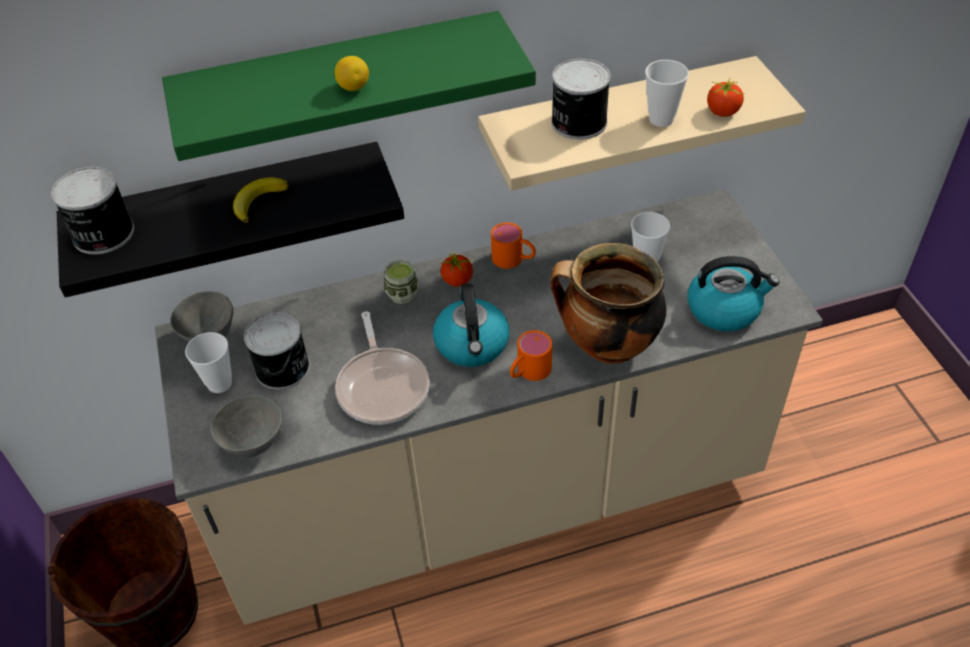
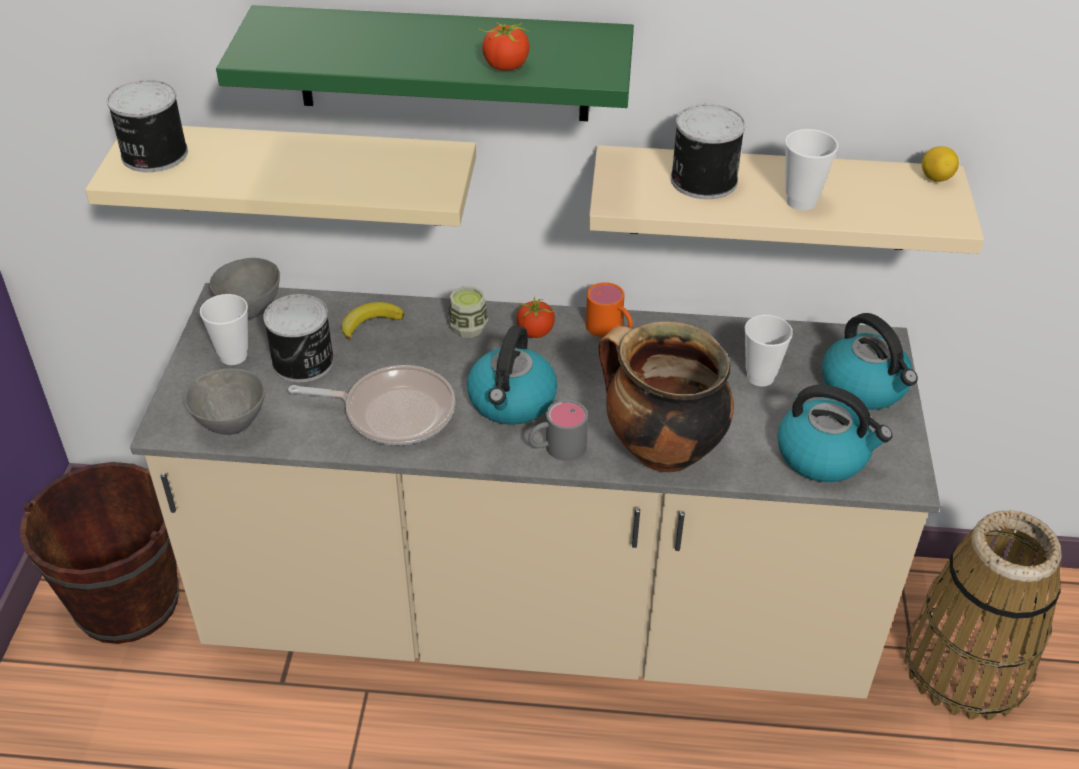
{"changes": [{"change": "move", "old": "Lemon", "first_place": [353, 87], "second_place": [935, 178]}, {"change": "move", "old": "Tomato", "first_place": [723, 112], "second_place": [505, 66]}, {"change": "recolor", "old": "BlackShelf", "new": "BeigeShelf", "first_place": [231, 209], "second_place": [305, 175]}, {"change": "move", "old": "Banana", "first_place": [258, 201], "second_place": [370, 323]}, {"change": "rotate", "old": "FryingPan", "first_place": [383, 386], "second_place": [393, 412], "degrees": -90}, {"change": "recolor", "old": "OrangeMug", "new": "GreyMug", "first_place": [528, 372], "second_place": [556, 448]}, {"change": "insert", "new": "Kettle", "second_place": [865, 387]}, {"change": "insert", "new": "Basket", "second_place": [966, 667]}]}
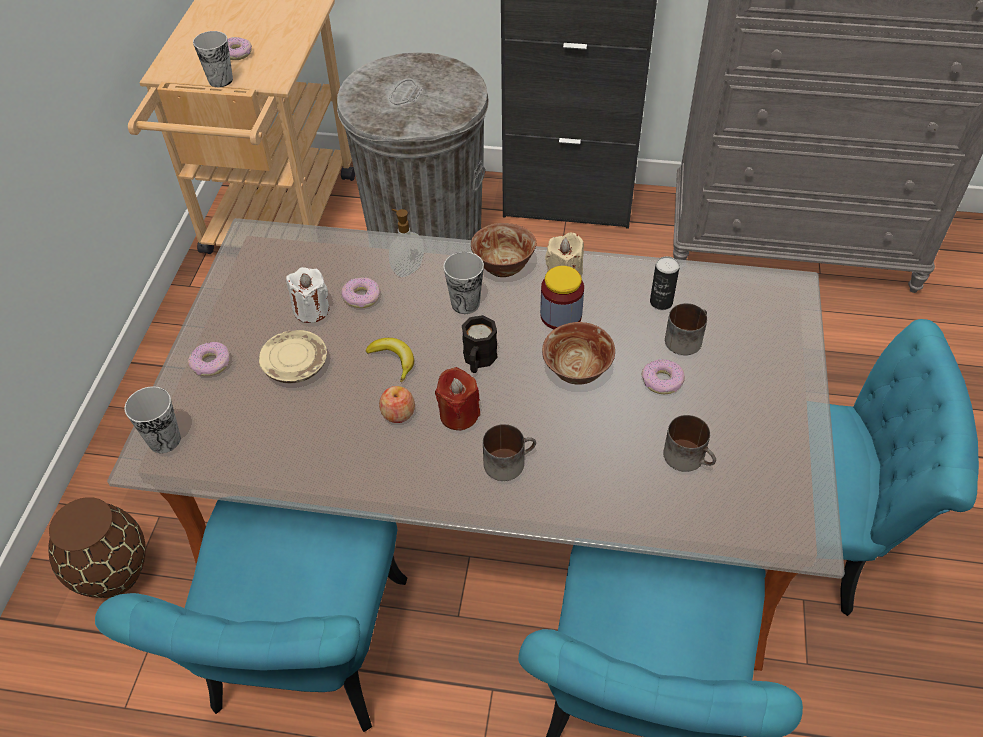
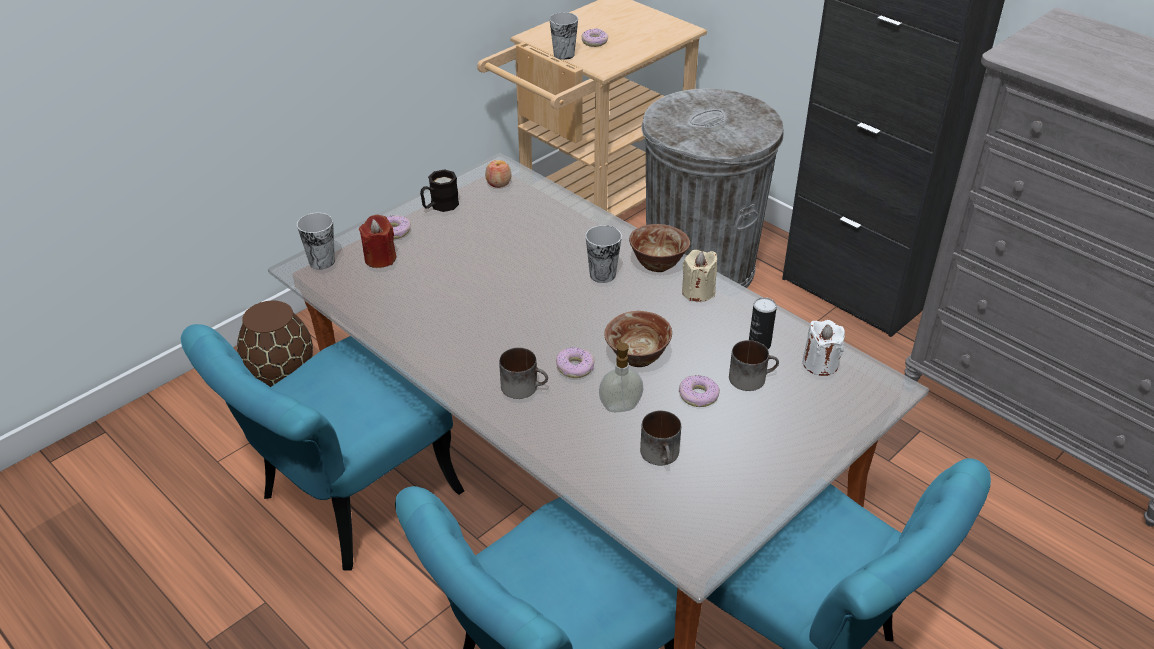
{"changes": [{"change": "move", "old": "SoapDispenser", "first_place": [407, 269], "second_place": [620, 406]}, {"change": "delete", "old": "Jar", "first_place": [561, 315]}, {"change": "move", "old": "WhiteCandle", "first_place": [311, 310], "second_place": [820, 364]}, {"change": "move", "old": "Donut", "first_place": [361, 297], "second_place": [575, 367]}, {"change": "move", "old": "BlackMug", "first_place": [478, 360], "second_place": [439, 206]}, {"change": "delete", "old": "BeigePlate", "first_place": [295, 365]}, {"change": "delete", "old": "Banana", "first_place": [393, 360]}, {"change": "move", "old": "RedCandle", "first_place": [459, 414], "second_place": [380, 258]}, {"change": "move", "old": "Apple", "first_place": [398, 413], "second_place": [498, 183]}]}
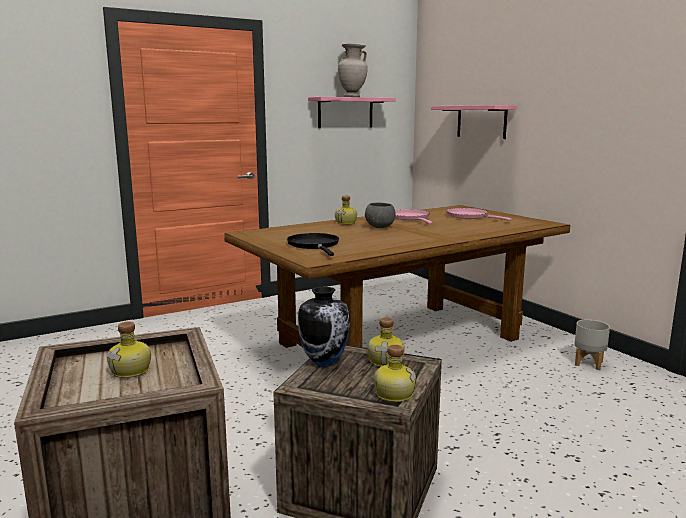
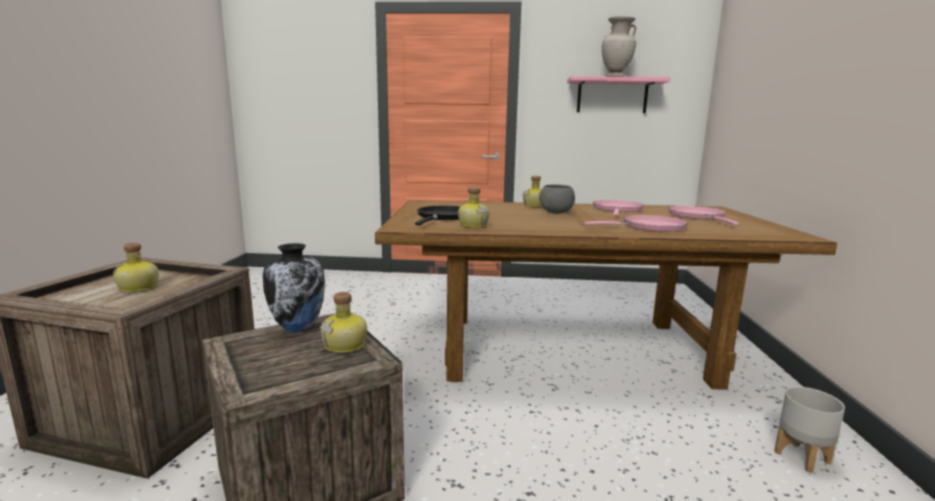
{"changes": [{"change": "delete", "old": "PinkShelf", "first_place": [481, 121]}, {"change": "move", "old": "Bottle", "first_place": [393, 394], "second_place": [473, 225]}, {"change": "insert", "new": "PinkFryingPan", "second_place": [649, 227]}]}
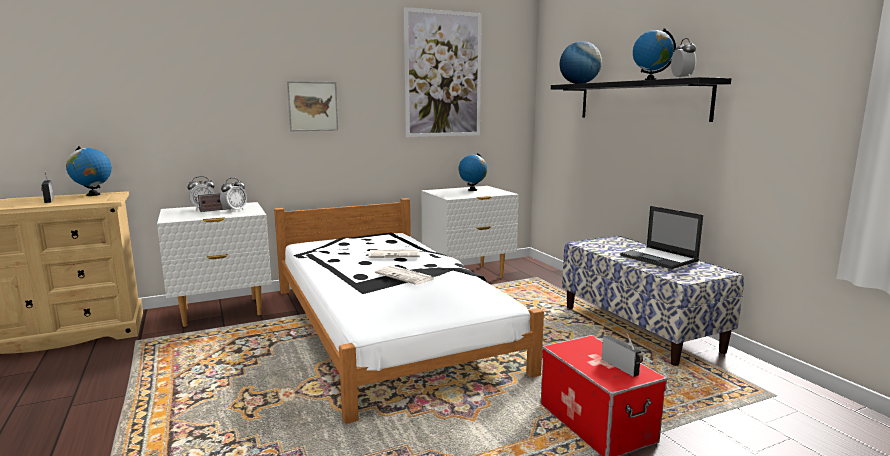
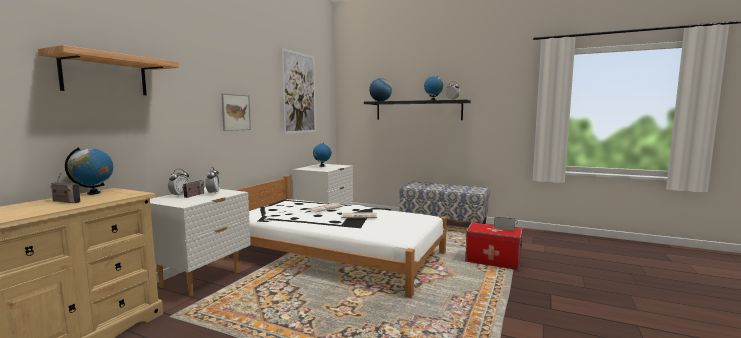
{"changes": [{"change": "delete", "old": "Laptop", "first_place": [659, 258]}, {"change": "insert", "new": "Shelf", "second_place": [105, 75]}]}
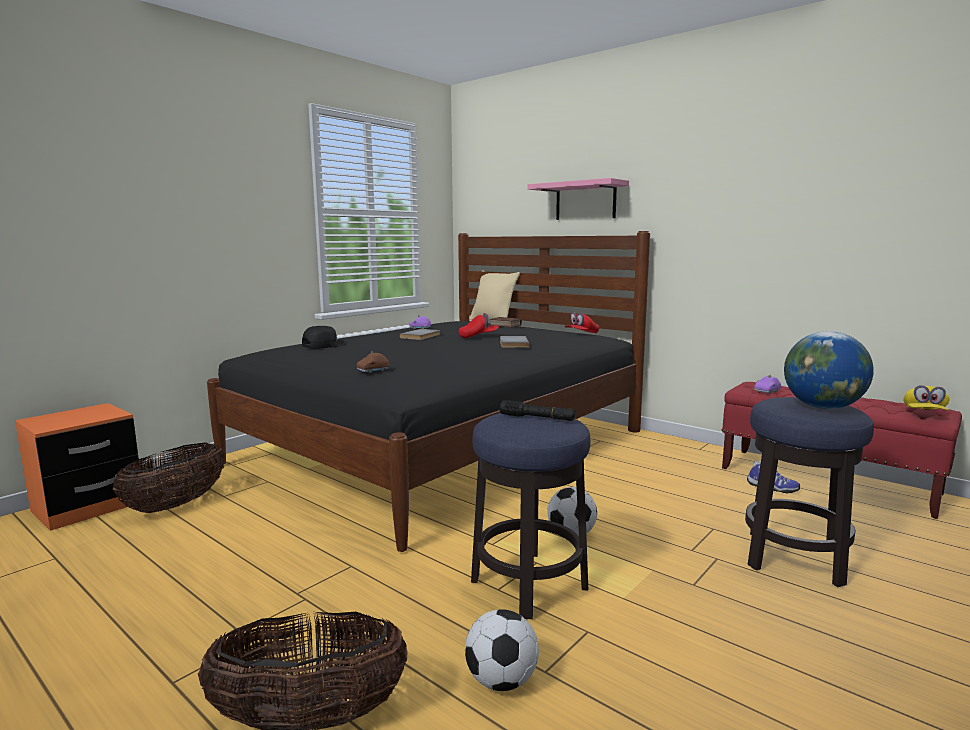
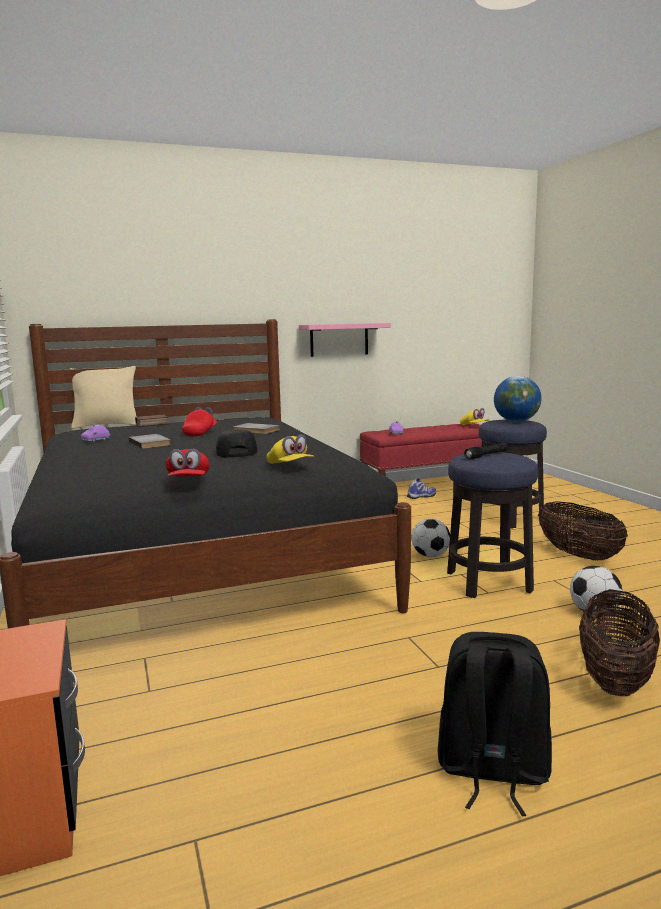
{"changes": [{"change": "move", "old": "PinkShelf", "first_place": [585, 201], "second_place": [339, 339]}, {"change": "move", "old": "RedCap", "first_place": [581, 334], "second_place": [188, 482]}, {"change": "move", "old": "BlackCap", "first_place": [324, 344], "second_place": [235, 452]}, {"change": "replace", "old": "BrownToyCar", "new": "YellowCap", "first_place": [373, 371], "second_place": [290, 466]}, {"change": "move", "old": "Basket", "first_place": [176, 505], "second_place": [578, 555]}, {"change": "insert", "new": "BlackBackpack", "second_place": [491, 771]}]}
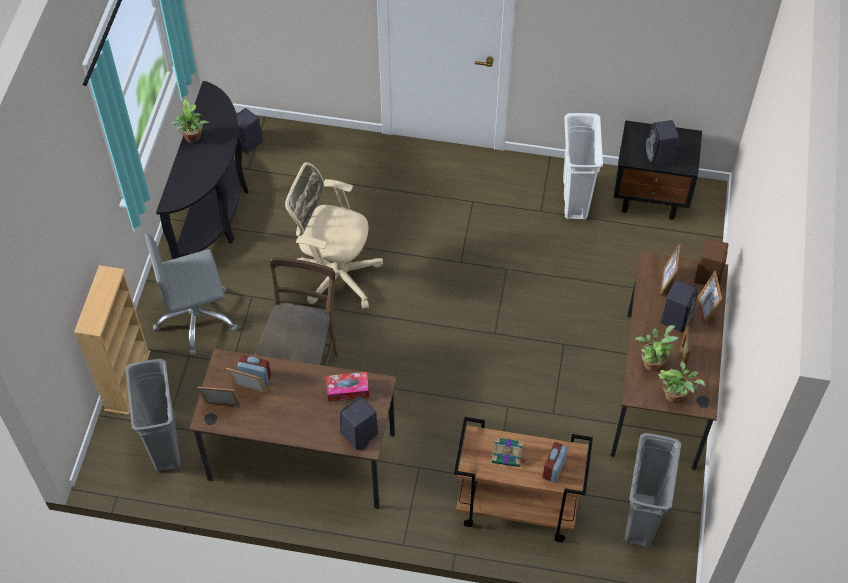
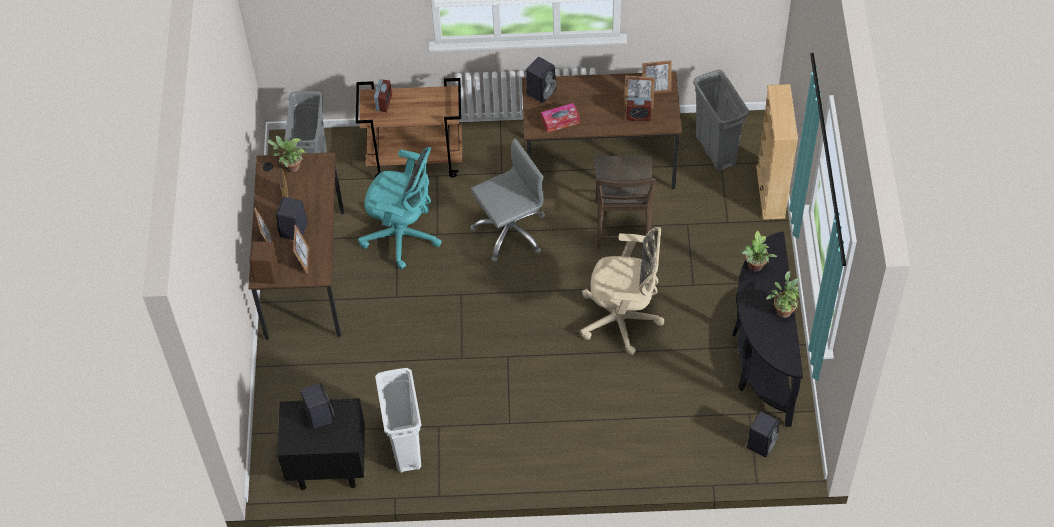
{"changes": [{"change": "move", "old": "GreyOfficeChair", "first_place": [196, 318], "second_place": [510, 231]}, {"change": "move", "old": "PottedPlant", "first_place": [652, 361], "second_place": [755, 267]}, {"change": "delete", "old": "Book", "first_place": [508, 455]}, {"change": "insert", "new": "TurquoiseOfficeChair", "second_place": [403, 236]}]}
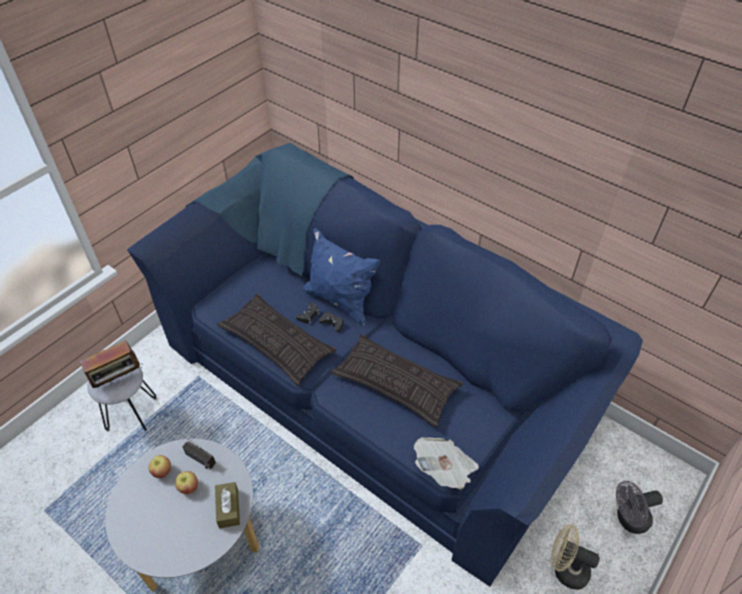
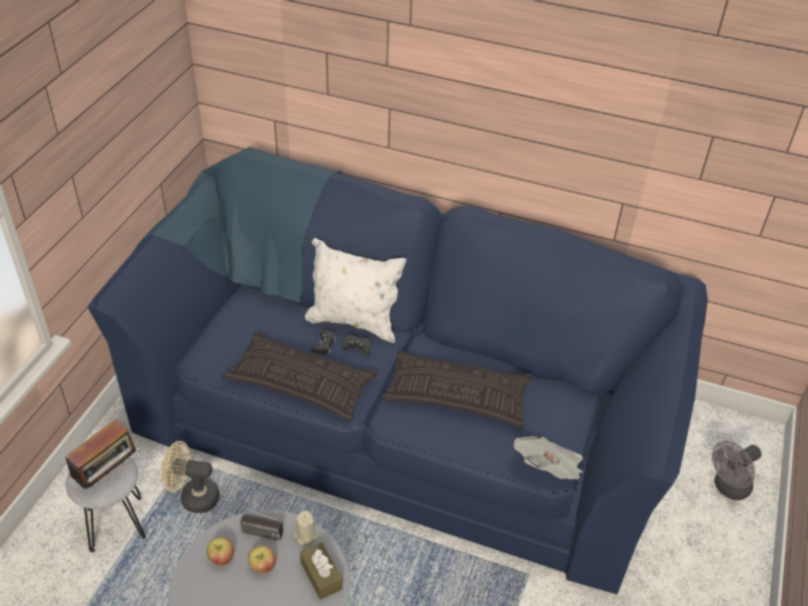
{"changes": [{"change": "recolor", "old": "BluePillow", "new": "WhitePillow", "first_place": [340, 301], "second_place": [354, 322]}, {"change": "move", "old": "BeigeFan", "first_place": [565, 569], "second_place": [193, 497]}, {"change": "insert", "new": "BeigeCandle", "second_place": [305, 536]}]}
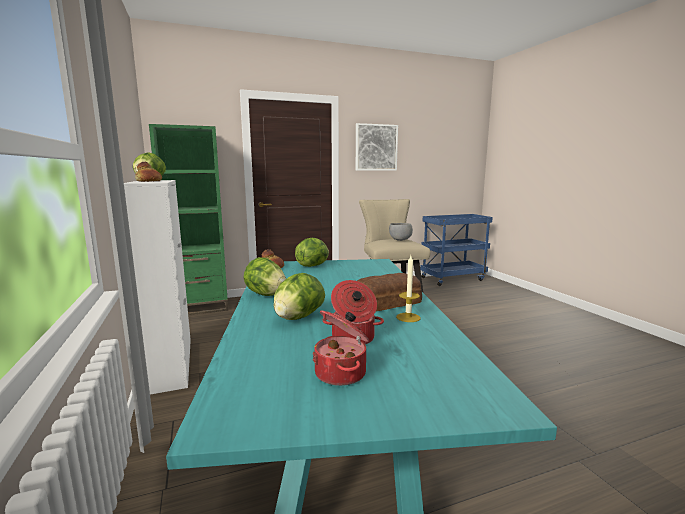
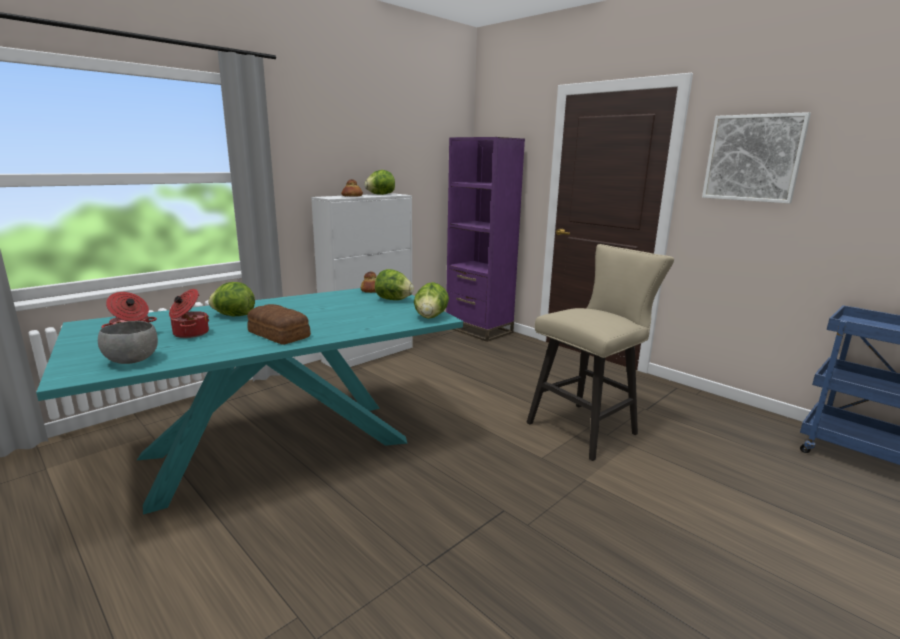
{"changes": [{"change": "recolor", "old": "GreenBookcase", "new": "PurpleBookcase", "first_place": [199, 307], "second_place": [478, 330]}, {"change": "move", "old": "GreyBowl", "first_place": [399, 240], "second_place": [132, 360]}, {"change": "delete", "old": "Candle", "first_place": [408, 317]}, {"change": "move", "old": "Lettuce", "first_place": [266, 294], "second_place": [431, 317]}]}
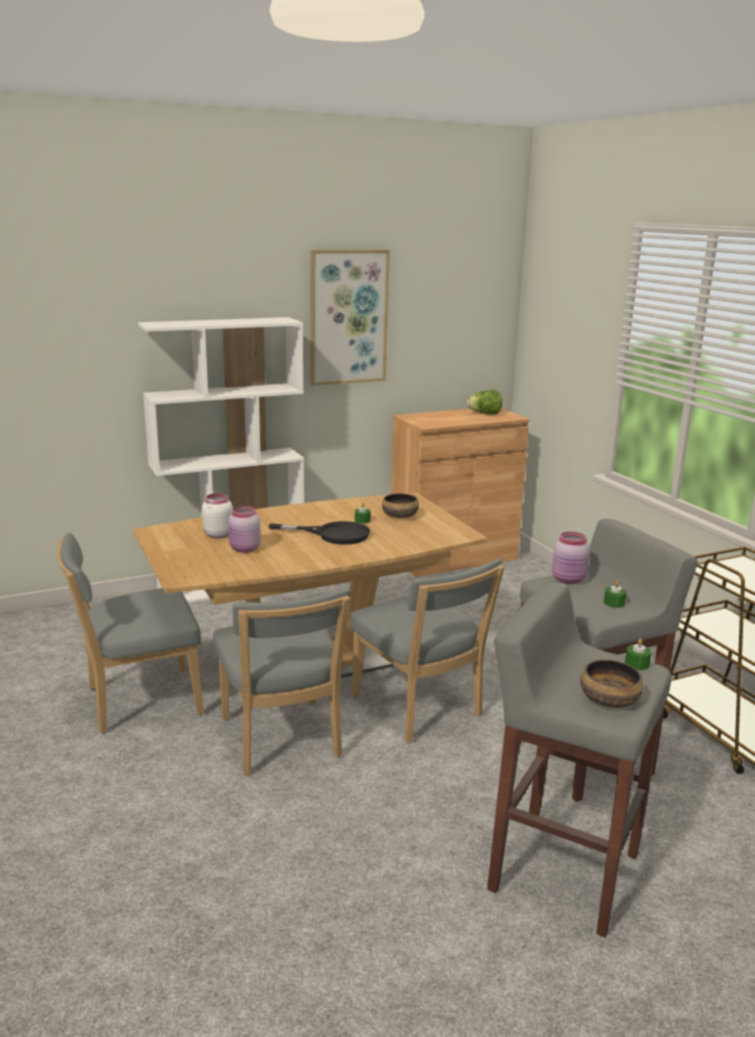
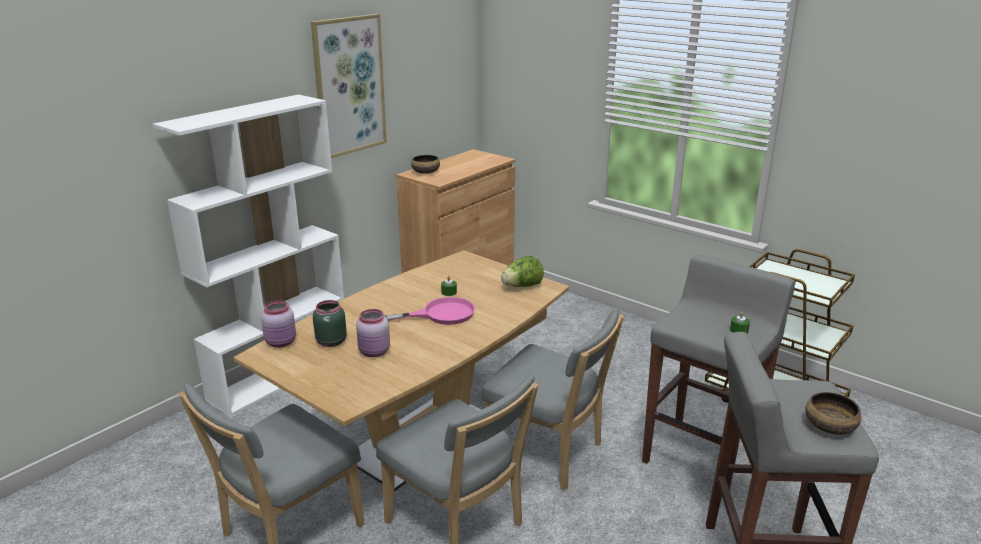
{"changes": [{"change": "move", "old": "Lettuce", "first_place": [485, 414], "second_place": [522, 286]}, {"change": "recolor", "old": "WhiteJar", "new": "GreenJar", "first_place": [217, 535], "second_place": [330, 342]}, {"change": "move", "old": "Bowl", "first_place": [400, 516], "second_place": [426, 172]}, {"change": "recolor", "old": "BlackFryingPan", "new": "PinkFryingPan", "first_place": [333, 534], "second_place": [439, 314]}, {"change": "move", "old": "PinkJar", "first_place": [569, 580], "second_place": [281, 343]}, {"change": "delete", "old": "GreenCandle", "first_place": [637, 664]}]}
